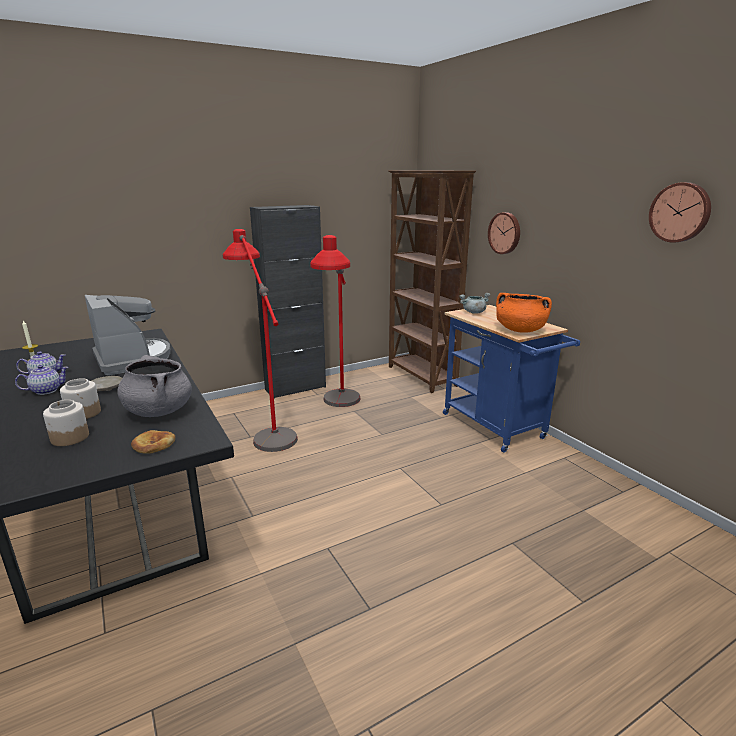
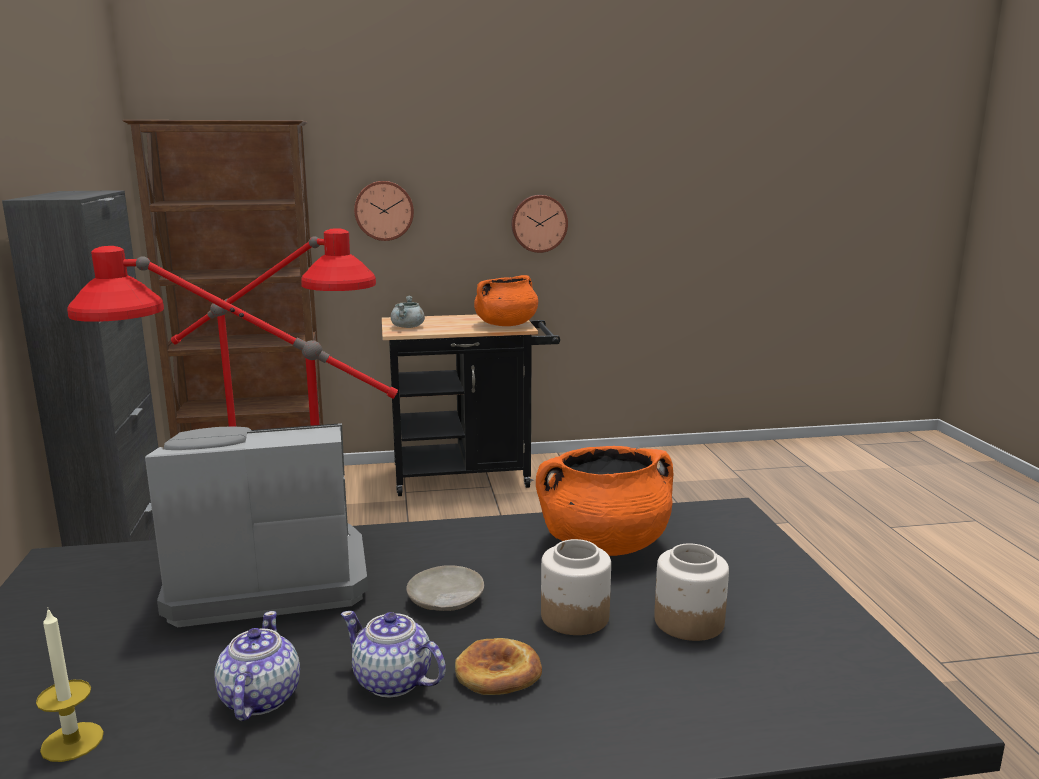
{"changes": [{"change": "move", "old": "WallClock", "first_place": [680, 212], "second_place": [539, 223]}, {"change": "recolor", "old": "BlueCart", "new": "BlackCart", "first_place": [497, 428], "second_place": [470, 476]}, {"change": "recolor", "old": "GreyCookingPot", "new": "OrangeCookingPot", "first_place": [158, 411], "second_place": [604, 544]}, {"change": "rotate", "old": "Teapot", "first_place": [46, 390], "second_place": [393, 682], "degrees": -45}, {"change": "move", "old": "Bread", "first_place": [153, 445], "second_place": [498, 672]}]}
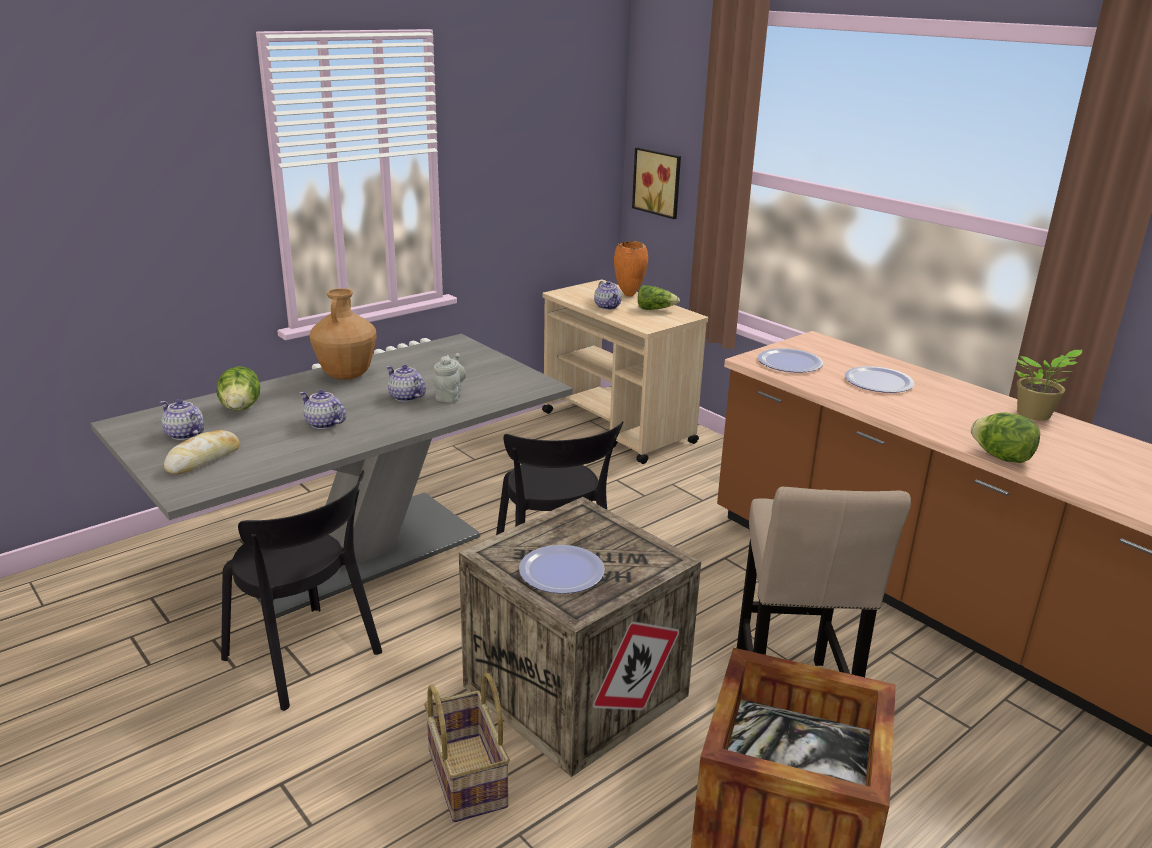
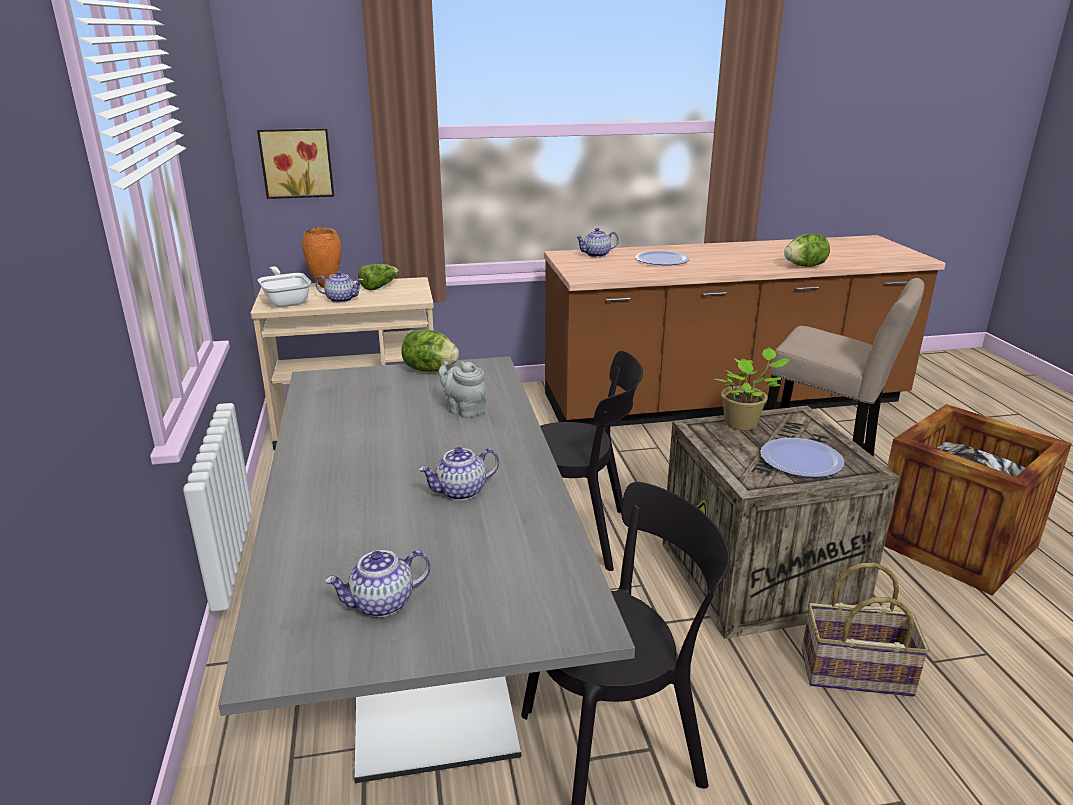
{"changes": [{"change": "delete", "old": "BrownVase", "first_place": [347, 375]}, {"change": "delete", "old": "Plate", "first_place": [790, 362]}, {"change": "move", "old": "PottedPlant", "first_place": [1035, 415], "second_place": [743, 424]}, {"change": "move", "old": "Teapot", "first_place": [405, 397], "second_place": [596, 255]}, {"change": "move", "old": "Lettuce", "first_place": [241, 408], "second_place": [430, 370]}, {"change": "delete", "old": "Bread", "first_place": [203, 459]}, {"change": "insert", "new": "FryingPan", "second_place": [286, 301]}]}
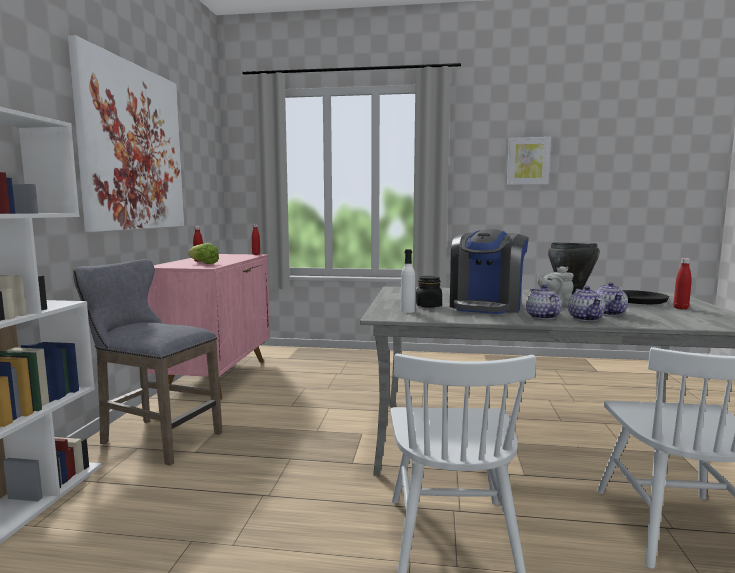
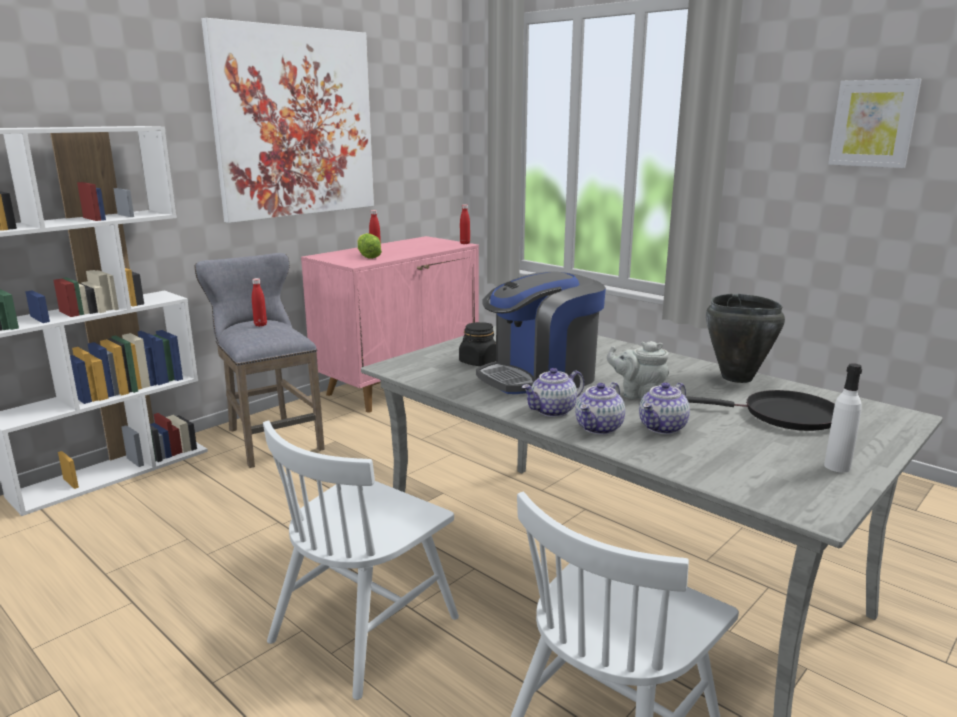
{"changes": [{"change": "move", "old": "WhiteBottle", "first_place": [407, 311], "second_place": [837, 466]}, {"change": "move", "old": "RedBottle", "first_place": [680, 308], "second_place": [260, 325]}, {"change": "rotate", "old": "Teapot", "first_place": [542, 317], "second_place": [553, 411], "degrees": -150}]}
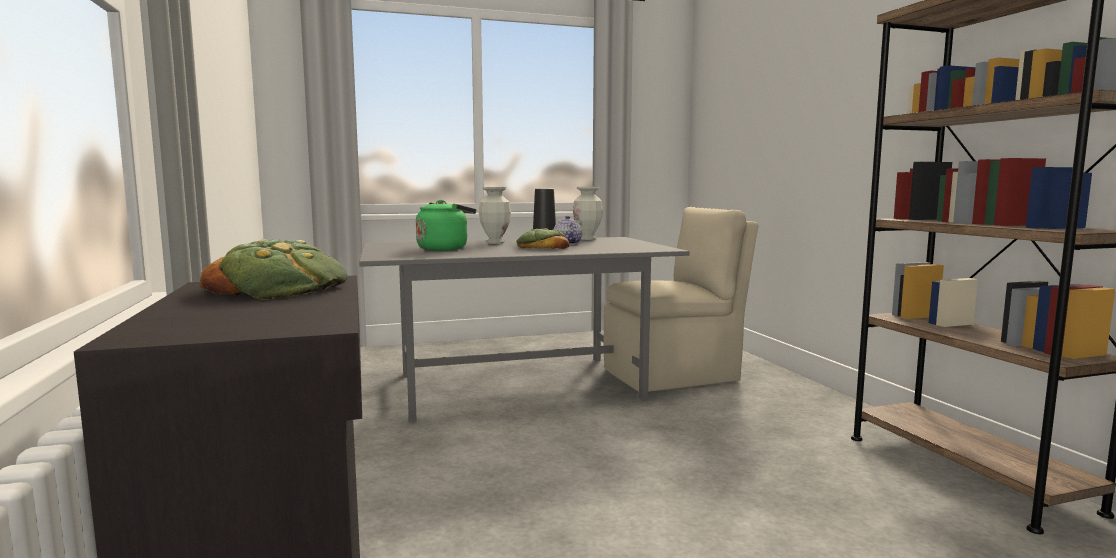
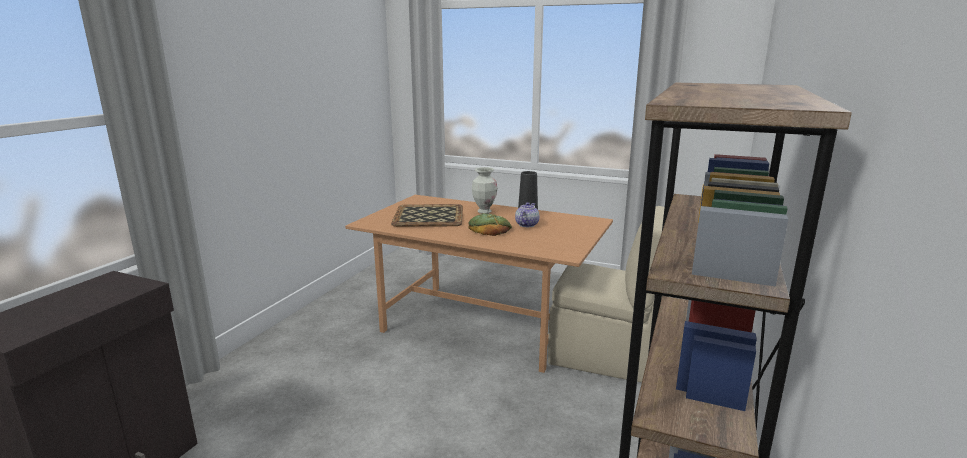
{"changes": [{"change": "delete", "old": "Vase", "first_place": [587, 239]}, {"change": "replace", "old": "GreenKettle", "new": "Tray", "first_place": [445, 249], "second_place": [429, 216]}, {"change": "recolor", "old": "GreyDiningTable", "new": "BrownDiningTable", "first_place": [516, 386], "second_place": [480, 324]}, {"change": "delete", "old": "Bread", "first_place": [280, 287]}]}
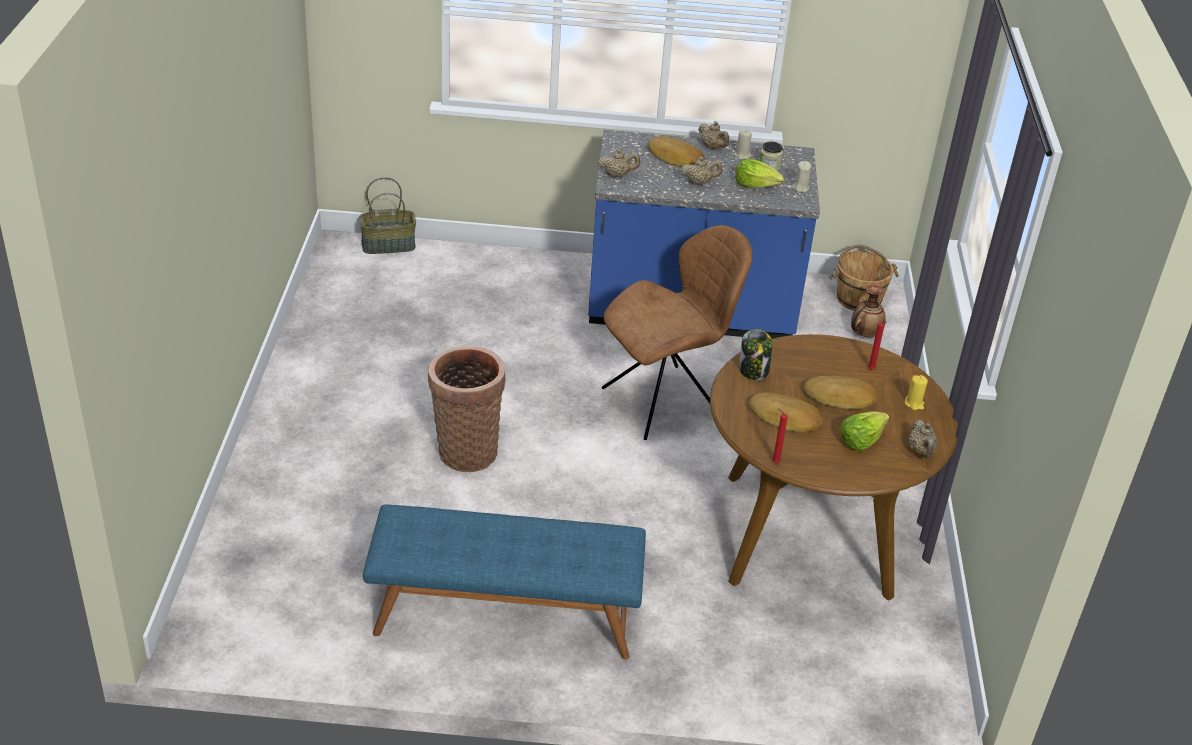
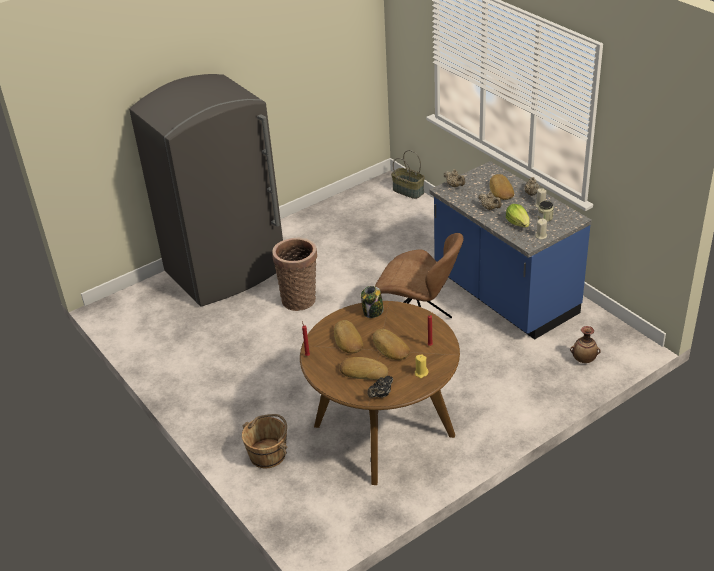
{"changes": [{"change": "move", "old": "BrownBucket", "first_place": [858, 298], "second_place": [268, 454]}, {"change": "replace", "old": "Lettuce", "new": "Bread", "first_place": [861, 440], "second_place": [363, 371]}, {"change": "recolor", "old": "BeigeTeapot", "new": "BlackTeapot", "first_place": [920, 452], "second_place": [381, 395]}, {"change": "delete", "old": "BlueBench", "first_place": [505, 616]}, {"change": "insert", "new": "GreyFridge", "second_place": [227, 271]}]}
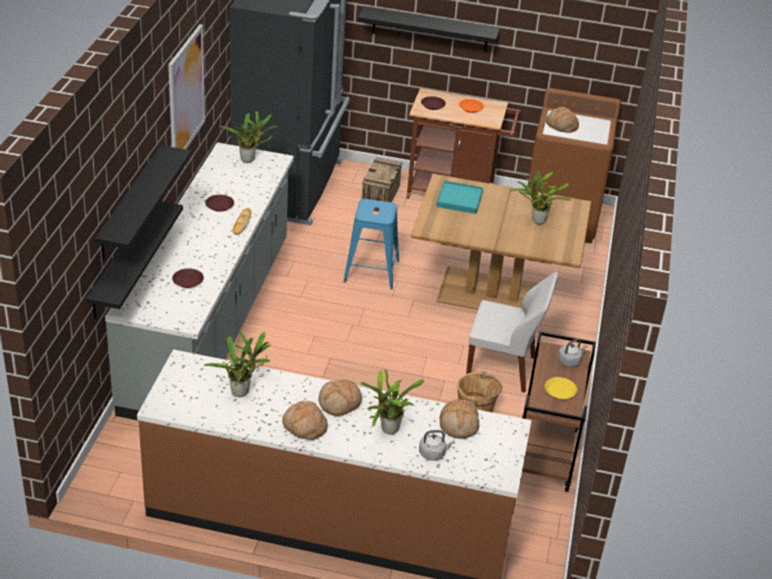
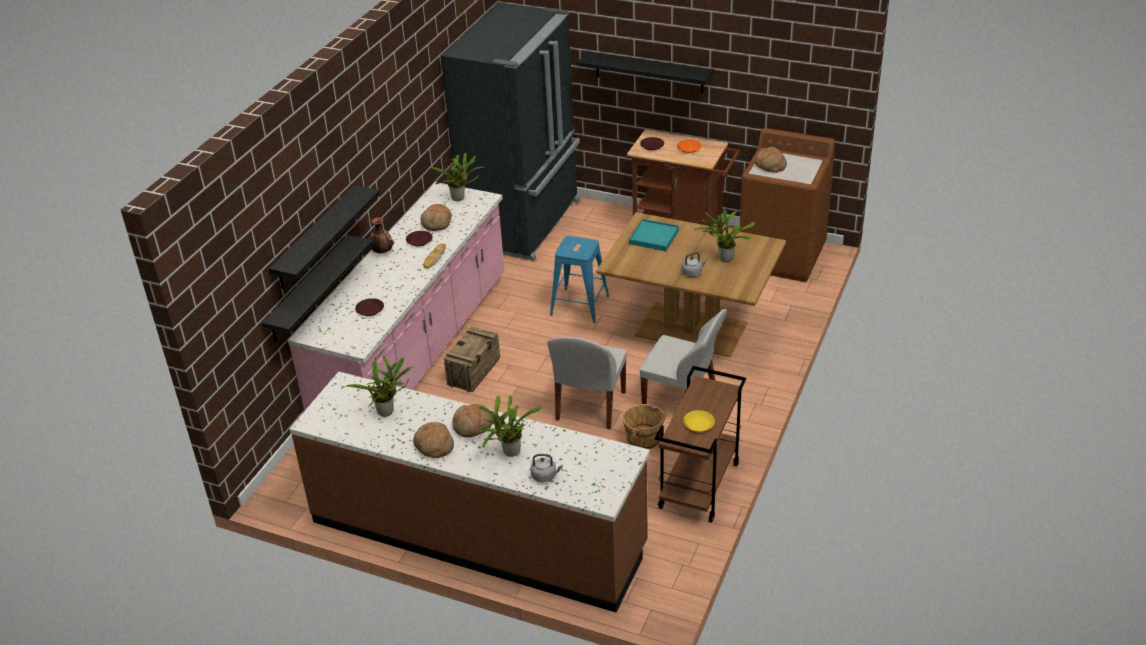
{"changes": [{"change": "delete", "old": "Picture", "first_place": [186, 94]}, {"change": "recolor", "old": "GreyCounter", "new": "PinkCounter", "first_place": [210, 324], "second_place": [416, 351]}, {"change": "move", "old": "Crate", "first_place": [380, 198], "second_place": [474, 372]}, {"change": "move", "old": "GreyKettle", "first_place": [570, 361], "second_place": [692, 273]}, {"change": "move", "old": "Bread", "first_place": [458, 425], "second_place": [437, 223]}, {"change": "insert", "new": "Vase", "second_place": [382, 252]}, {"change": "insert", "new": "WhiteChair", "second_place": [590, 407]}]}
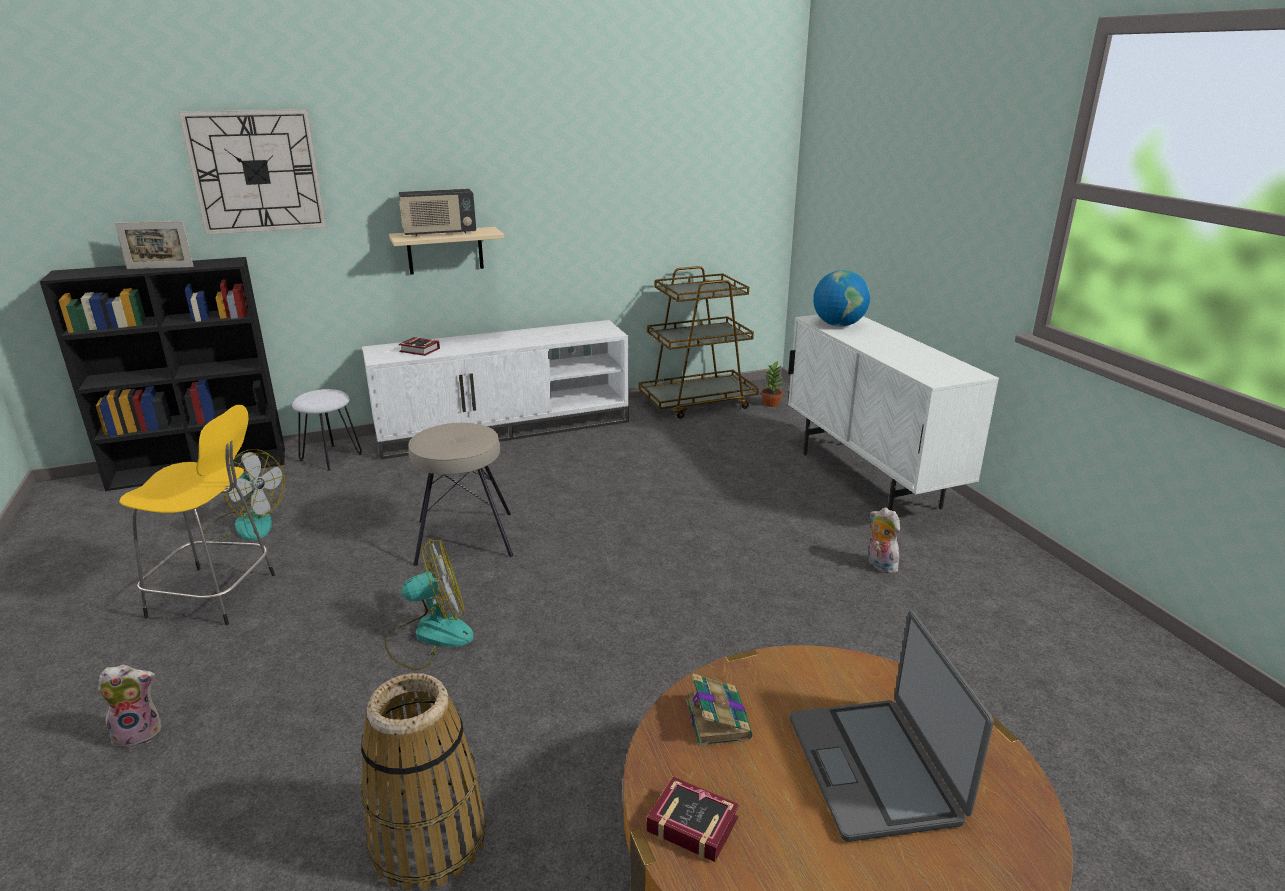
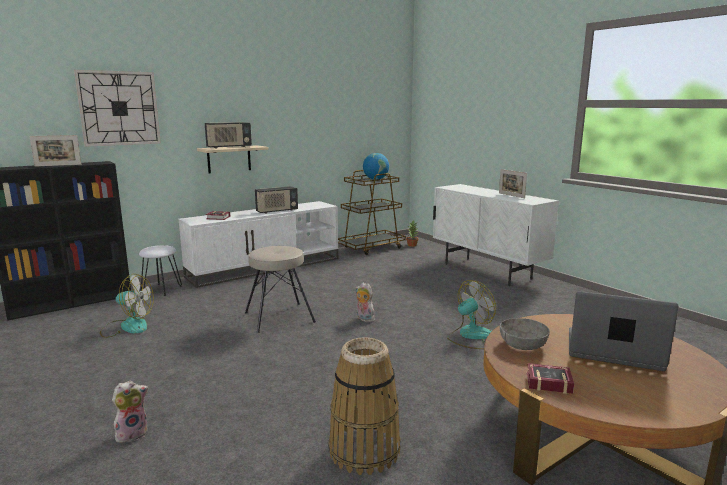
{"changes": [{"change": "move", "old": "Globe", "first_place": [838, 325], "second_place": [375, 179]}, {"change": "delete", "old": "YellowStool", "first_place": [216, 596]}, {"change": "move", "old": "PlushToy", "first_place": [879, 565], "second_place": [364, 319]}, {"change": "move", "old": "Fan", "first_place": [429, 636], "second_place": [470, 336]}, {"change": "rotate", "old": "Laptop", "first_place": [874, 768], "second_place": [613, 351], "degrees": 135}, {"change": "replace", "old": "Book", "new": "GreyBowl", "first_place": [717, 718], "second_place": [522, 345]}, {"change": "insert", "new": "PictureFrame", "second_place": [511, 195]}, {"change": "insert", "new": "Radio", "second_place": [277, 211]}]}
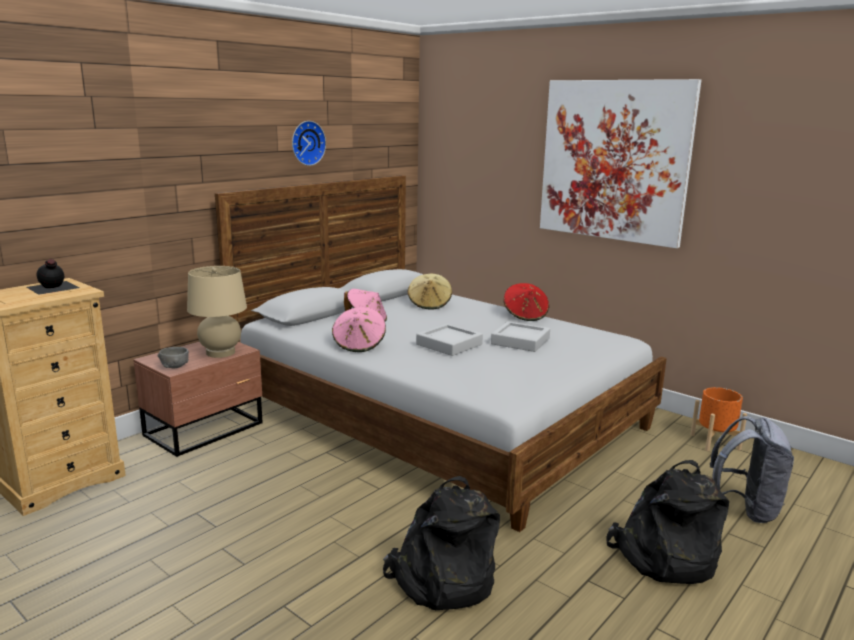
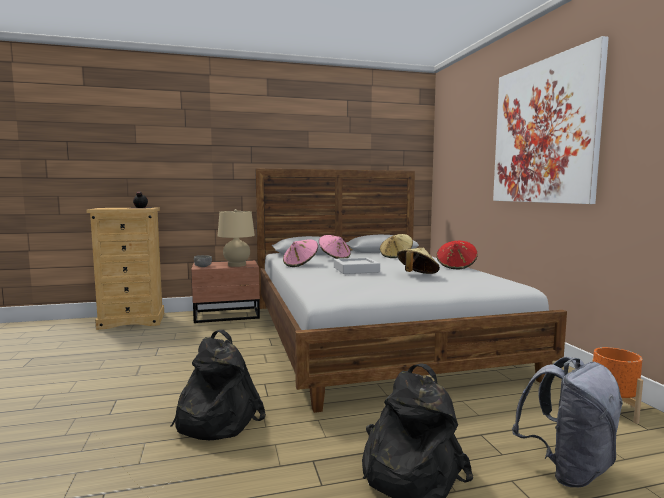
{"changes": [{"change": "delete", "old": "WallClock", "first_place": [306, 143]}, {"change": "replace", "old": "GreyTray", "new": "BeigeHat", "first_place": [520, 341], "second_place": [417, 275]}]}
